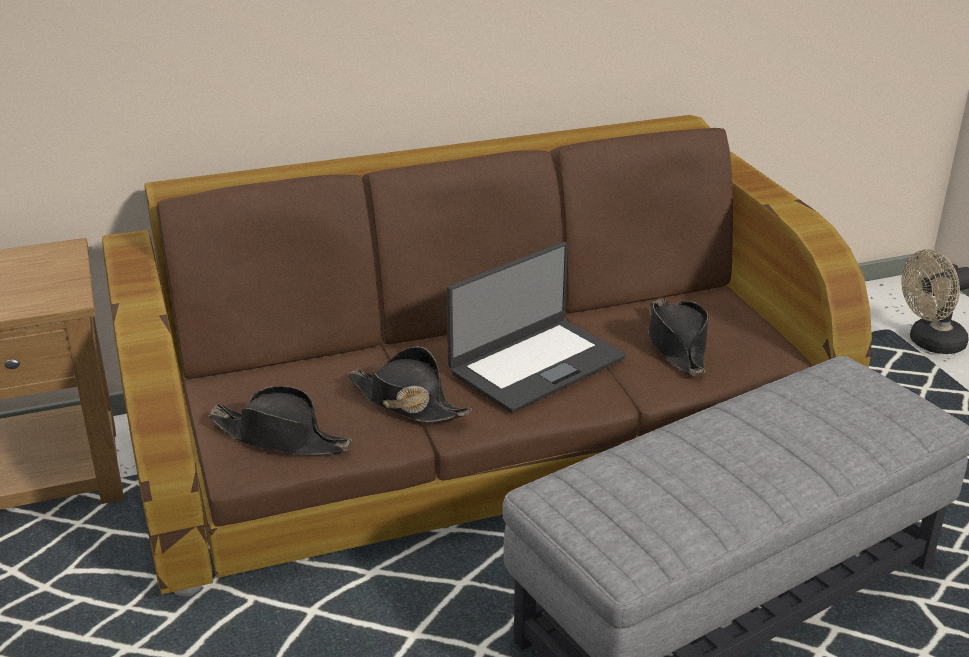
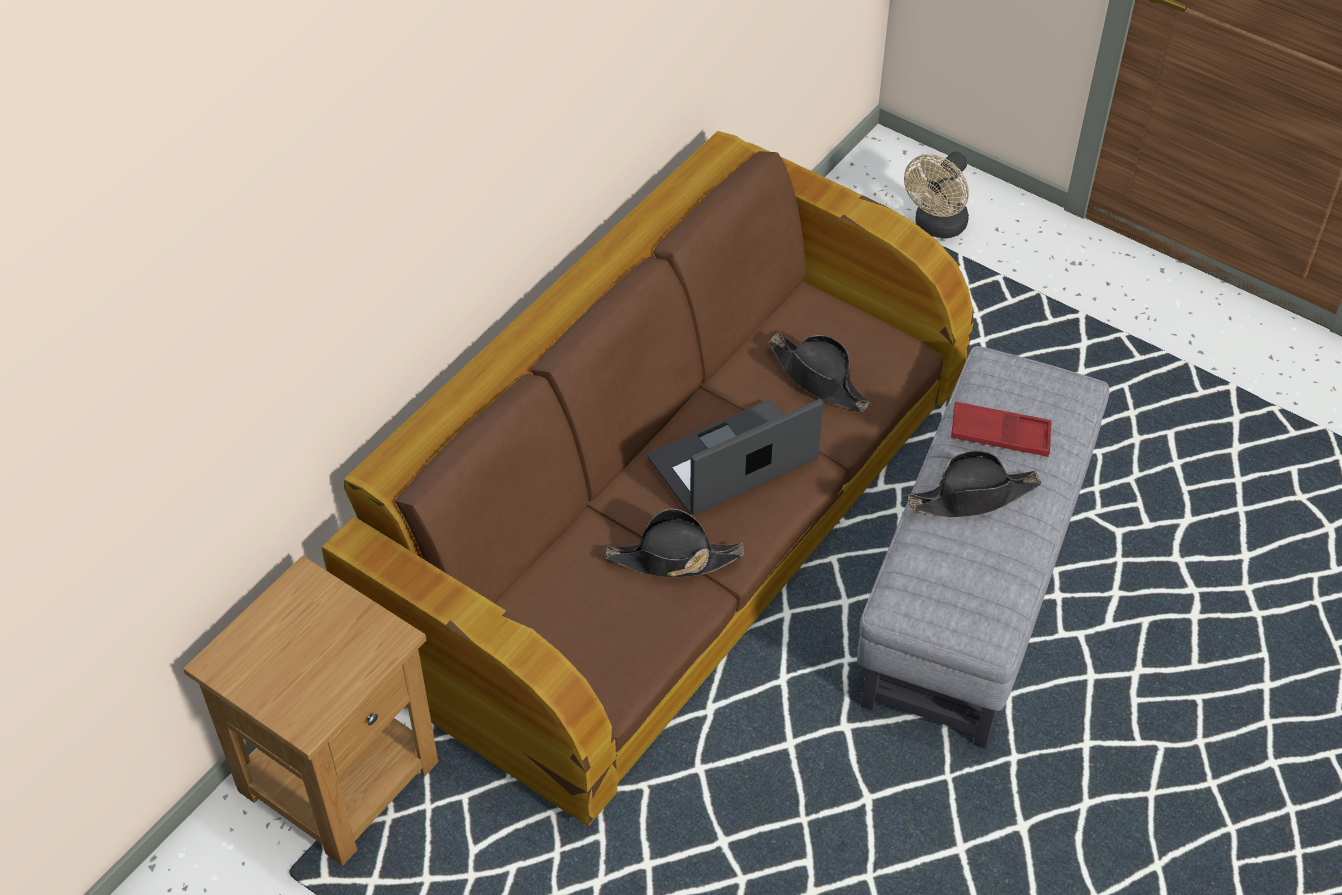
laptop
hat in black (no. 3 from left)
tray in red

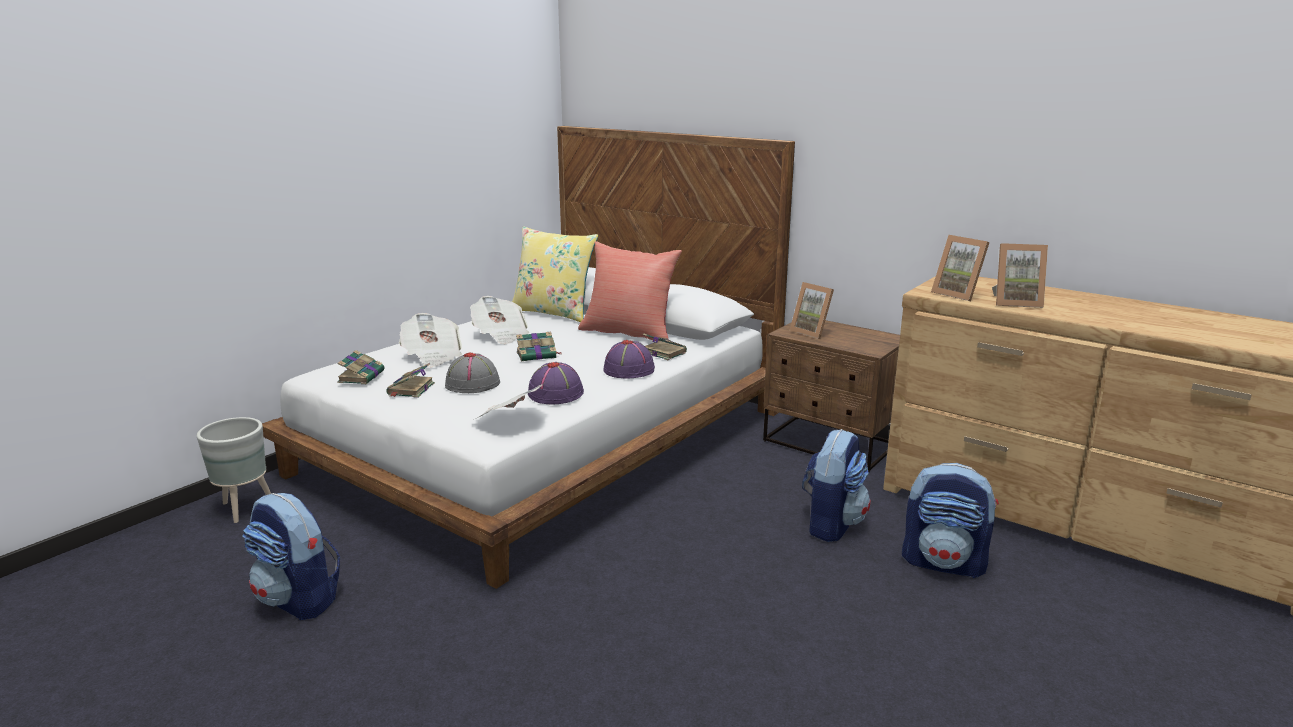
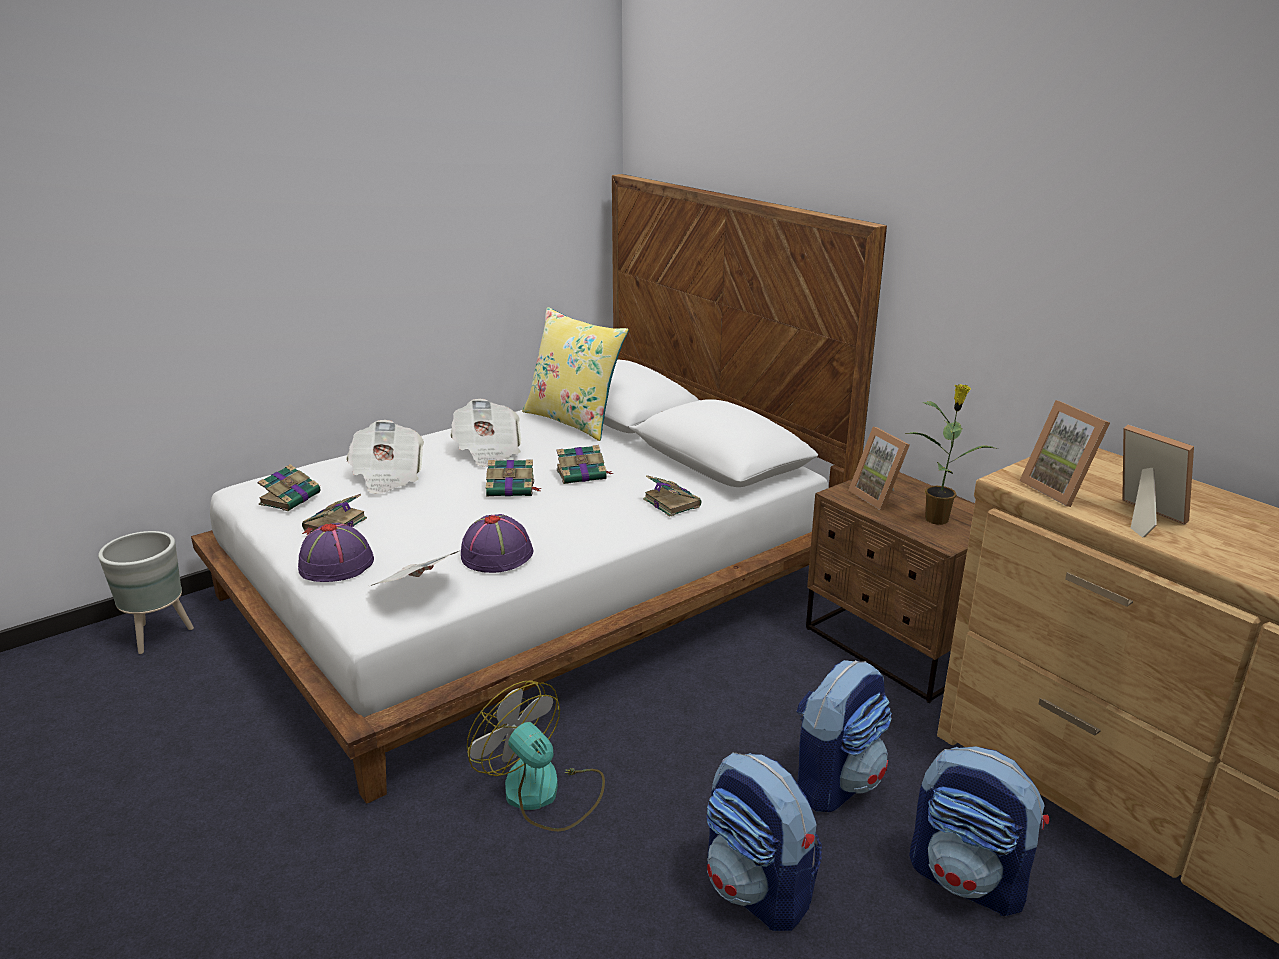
hat in purple (no. 1 from left)
fan
book (no. 4 from left)
backpack (no. 1 from left)
potted plant
picture frame (no. 3 from left)
hat in grey
pillow in red

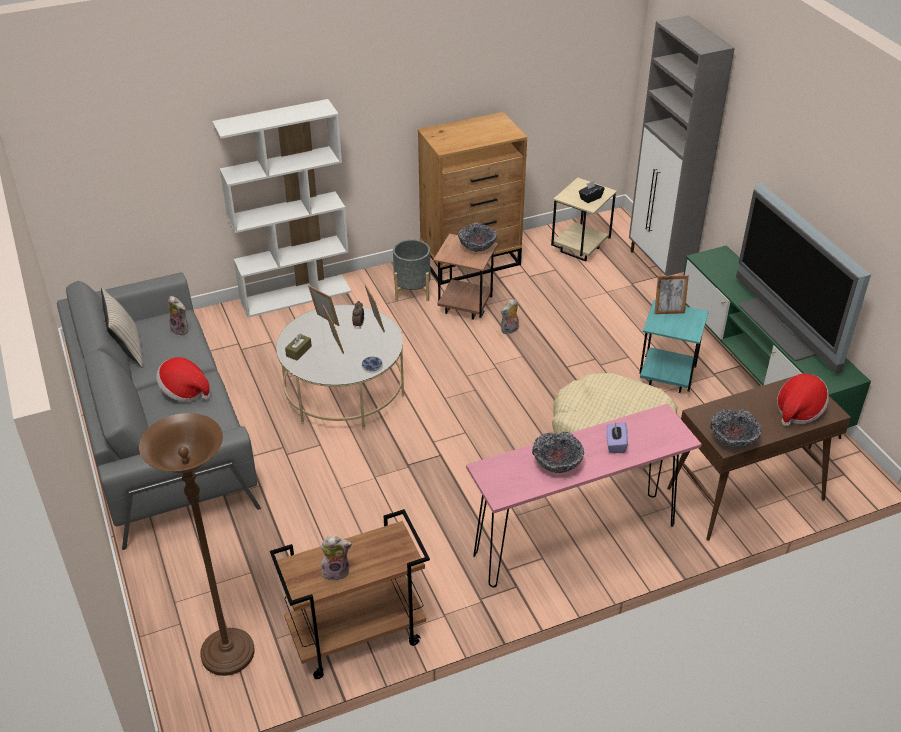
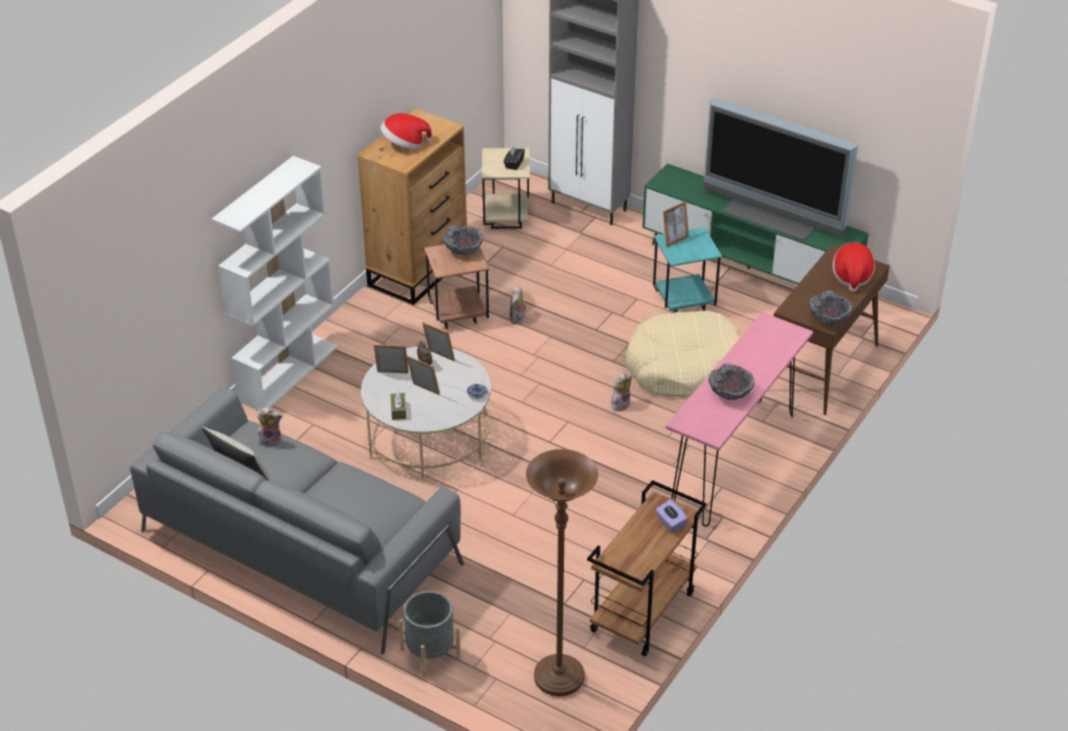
hat (no. 1 from left)
planter in grey
plush toy (no. 3 from left)
tissue box in purple

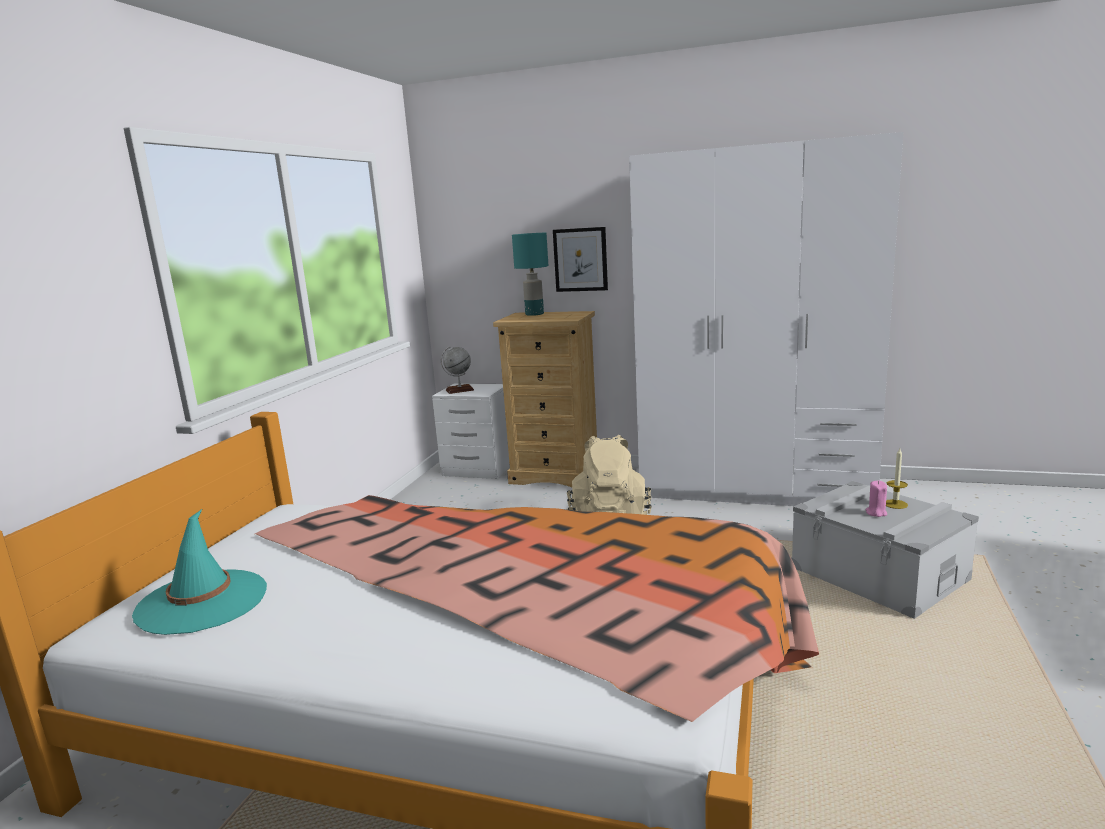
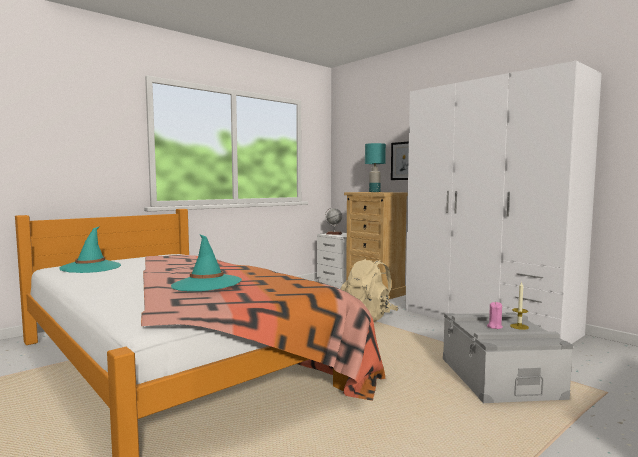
hat in turquoise (no. 2 from left)

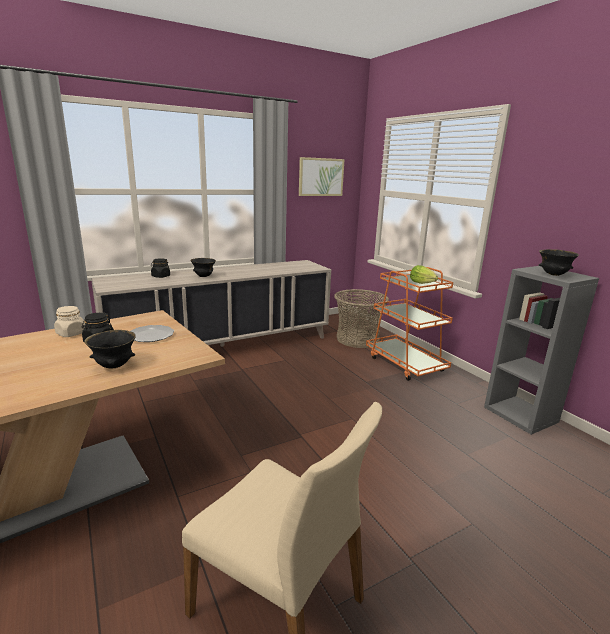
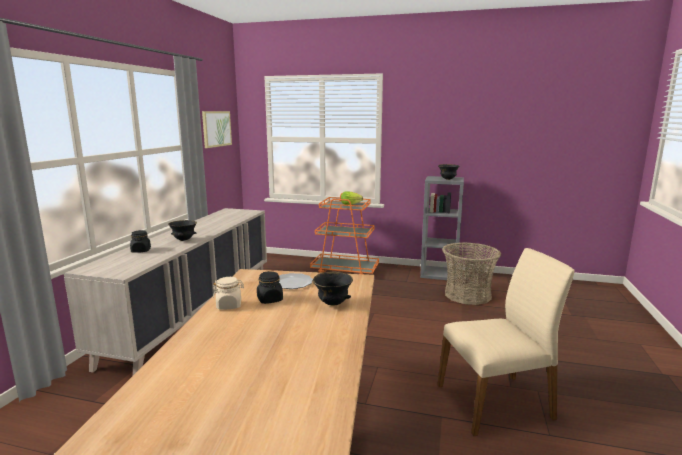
basket

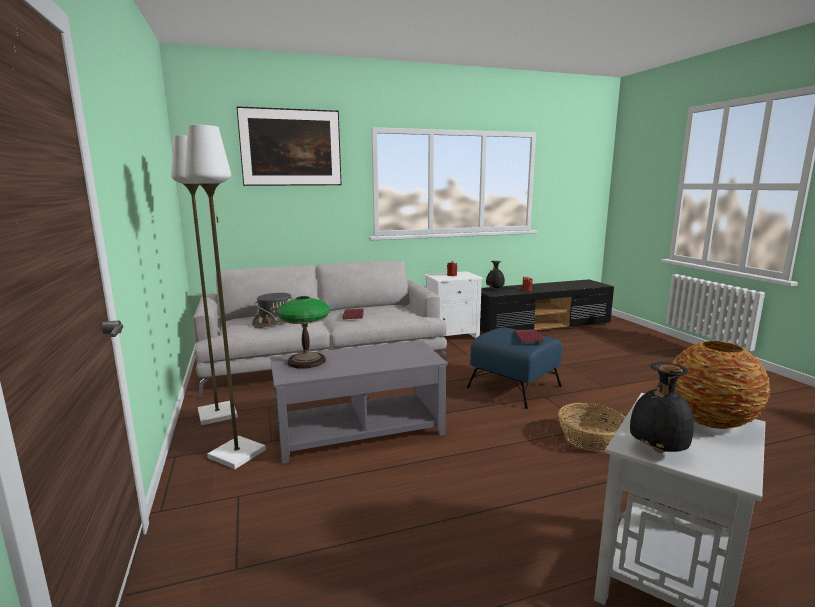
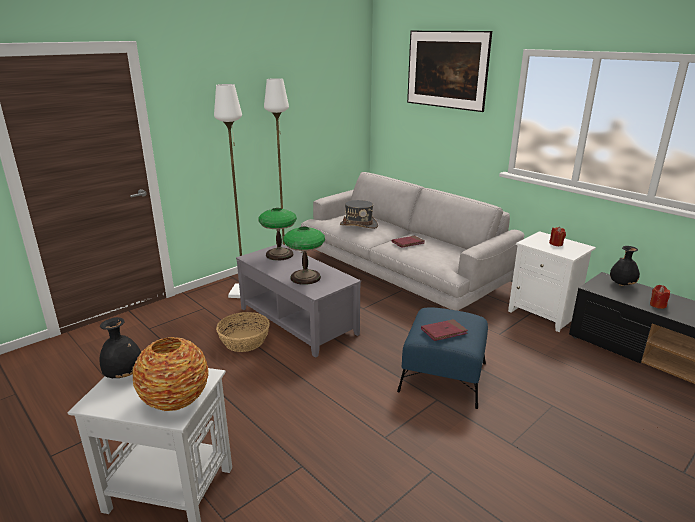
basket
table lamp (no. 2 from left)

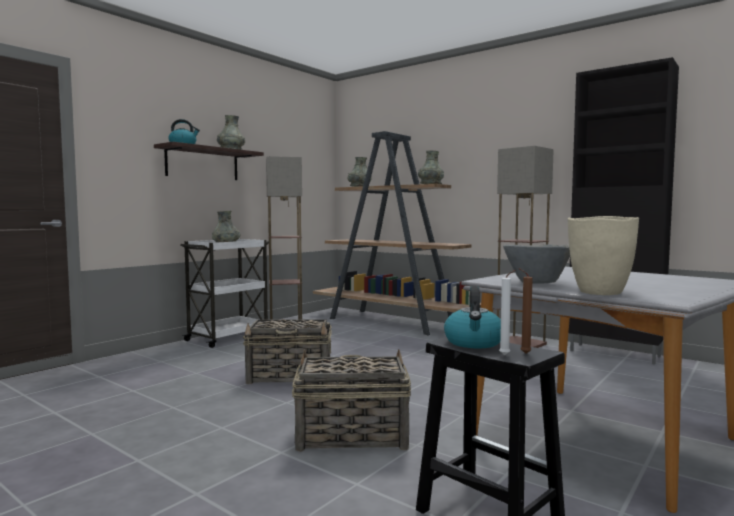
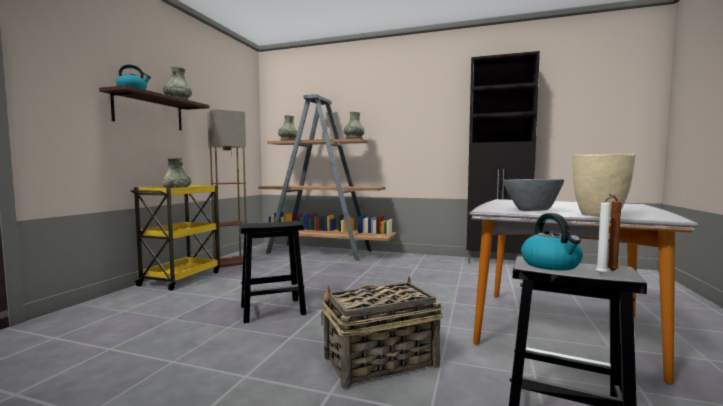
cart in yellow
stool in black (no. 1 from left)
floor lamp (no. 2 from left in the first image)

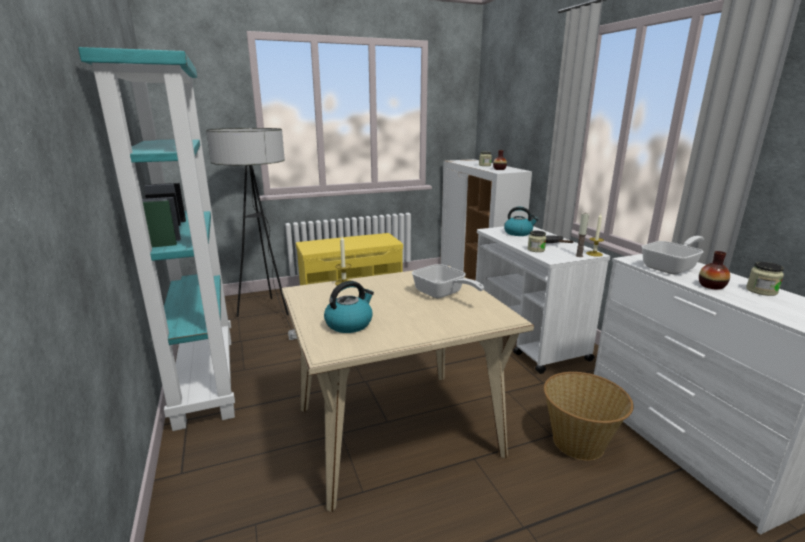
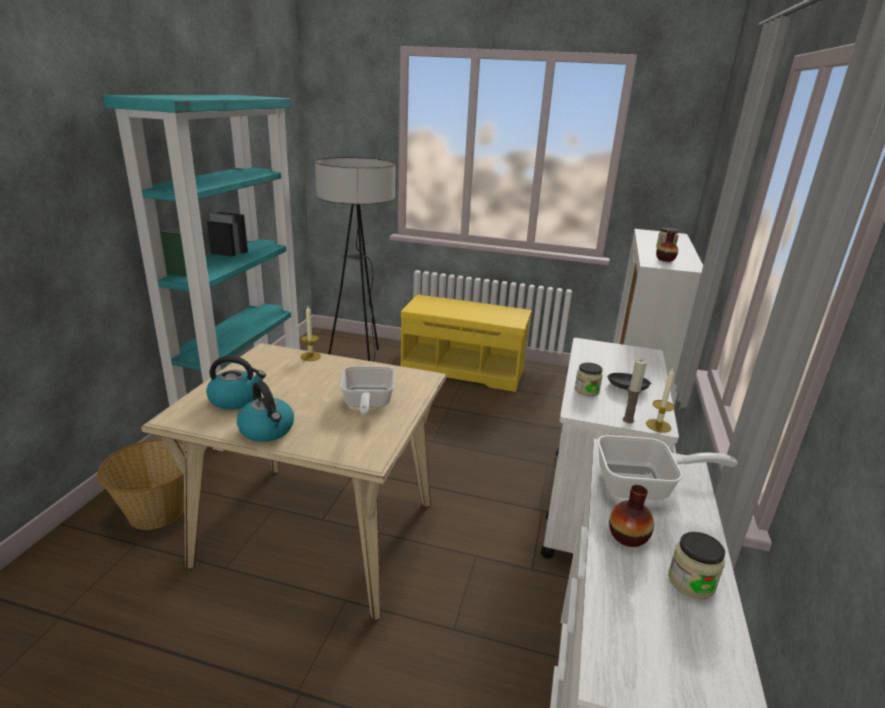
basket
kettle (no. 2 from left)

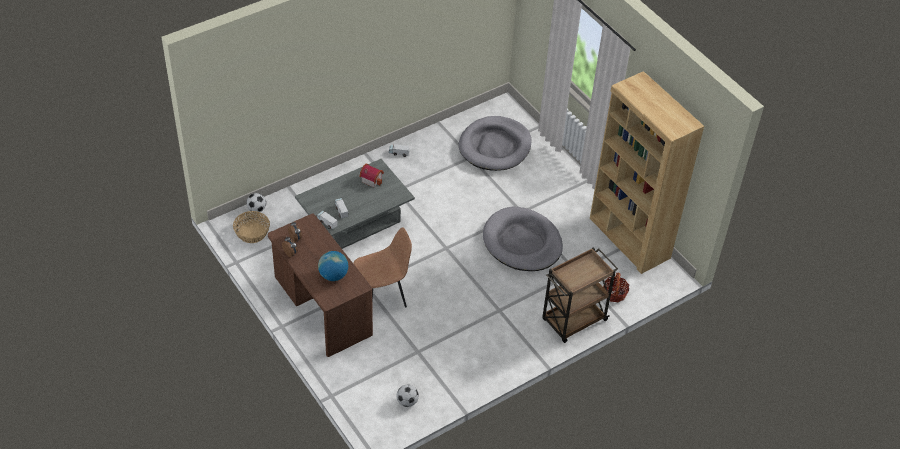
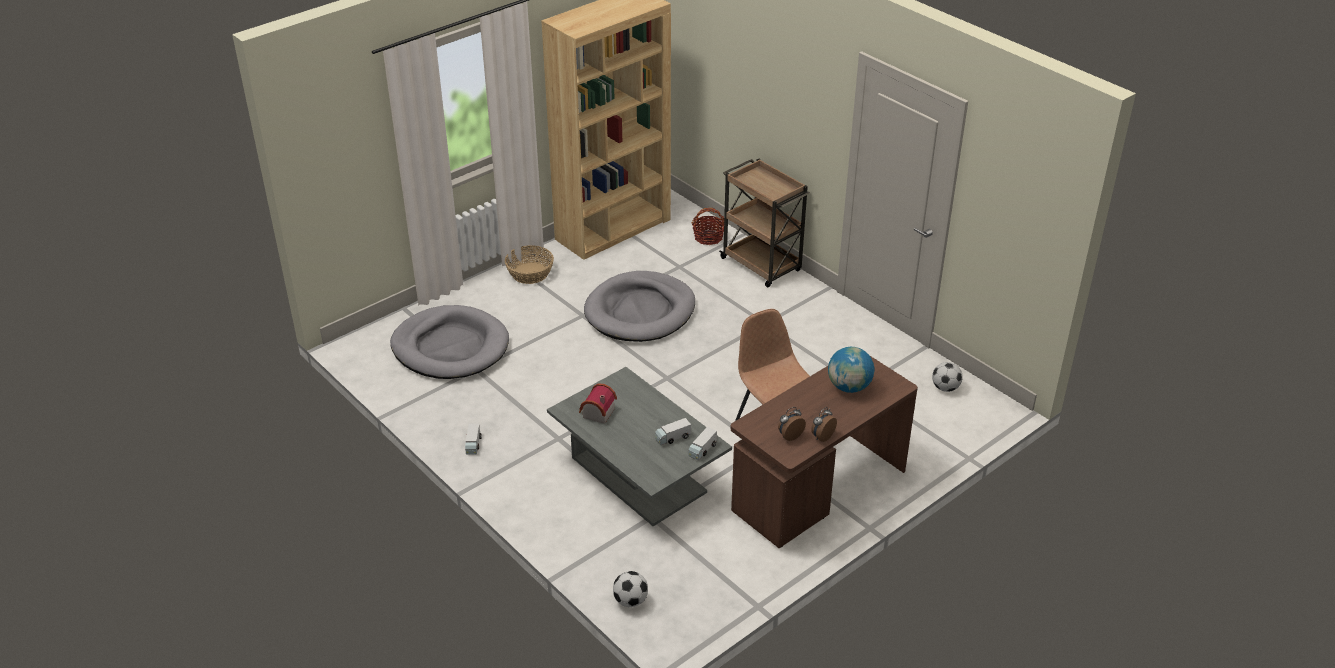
basket (no. 1 from left)

